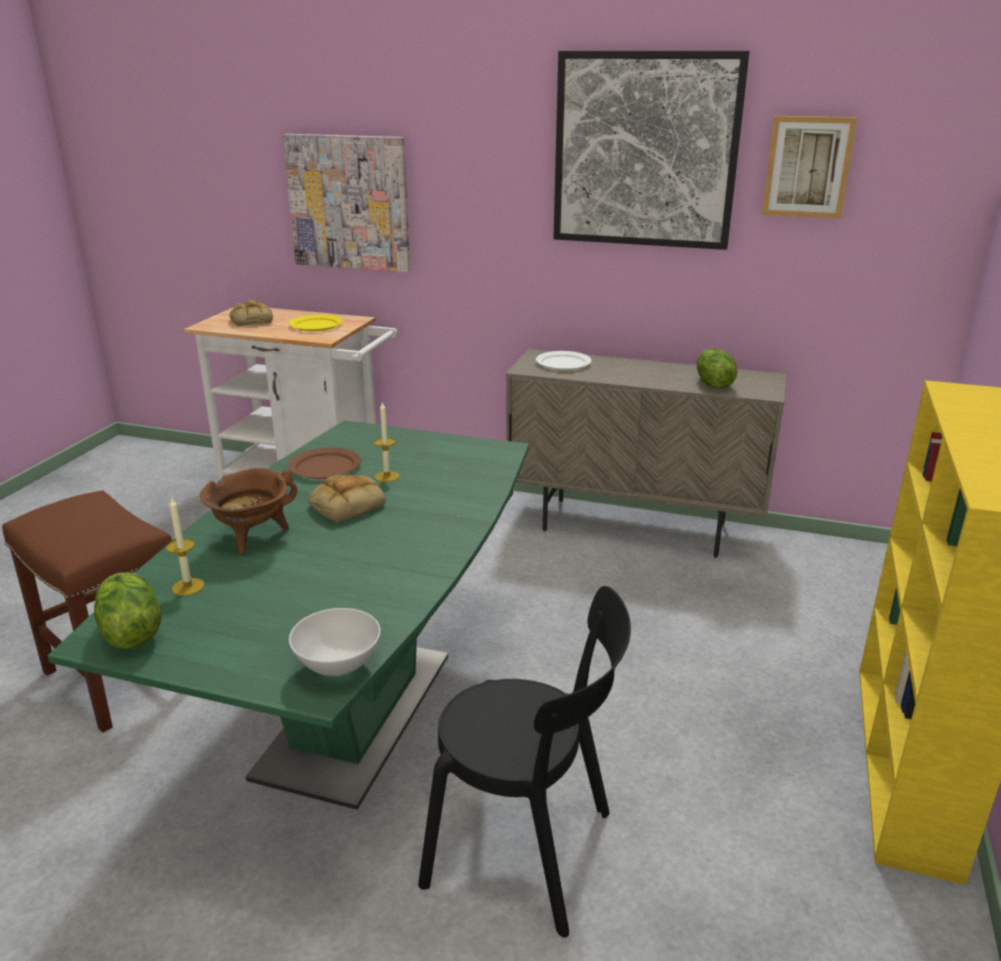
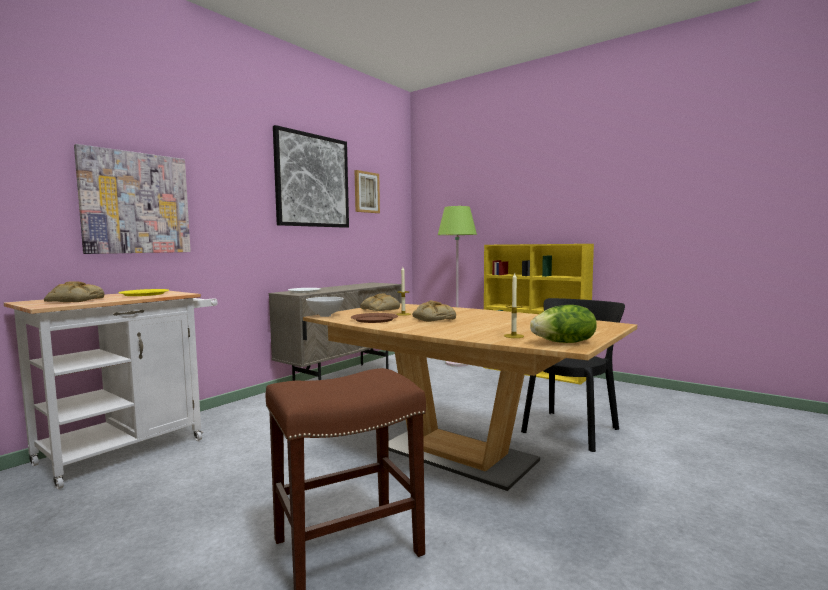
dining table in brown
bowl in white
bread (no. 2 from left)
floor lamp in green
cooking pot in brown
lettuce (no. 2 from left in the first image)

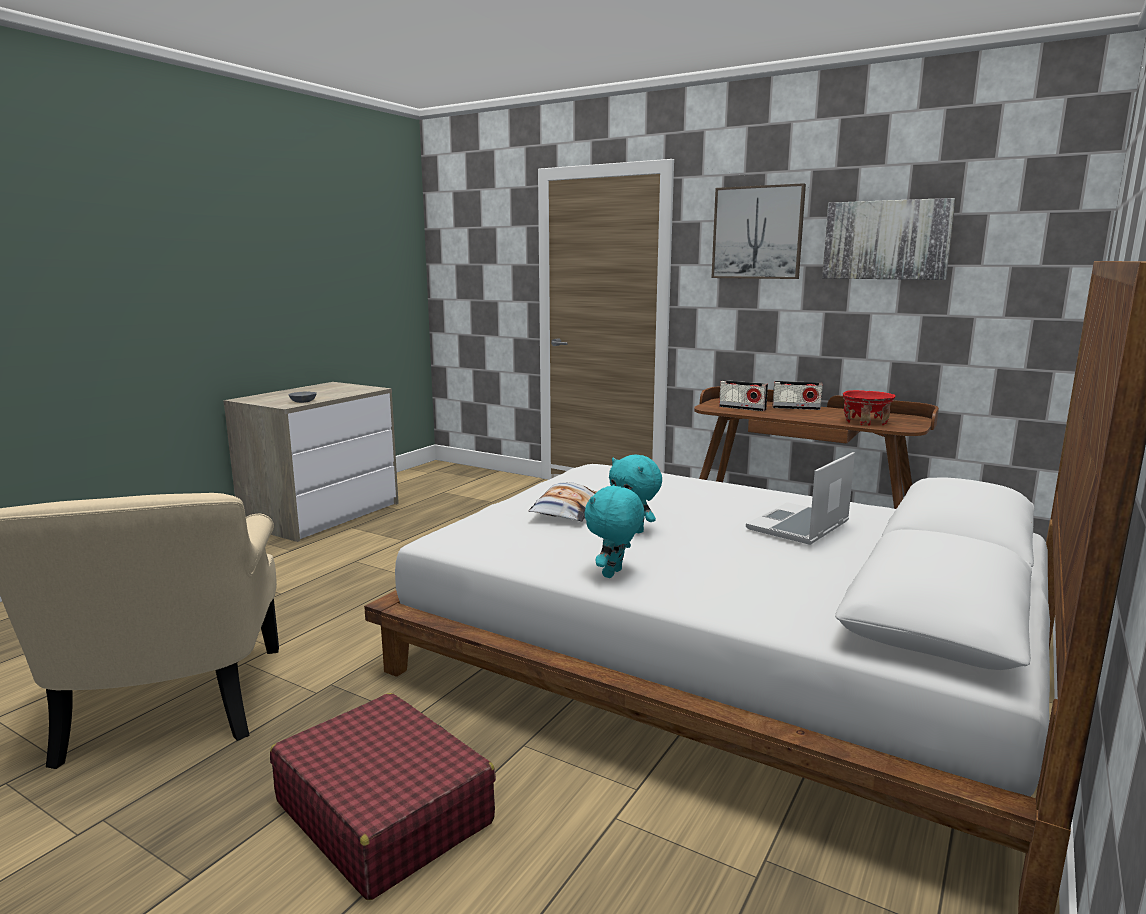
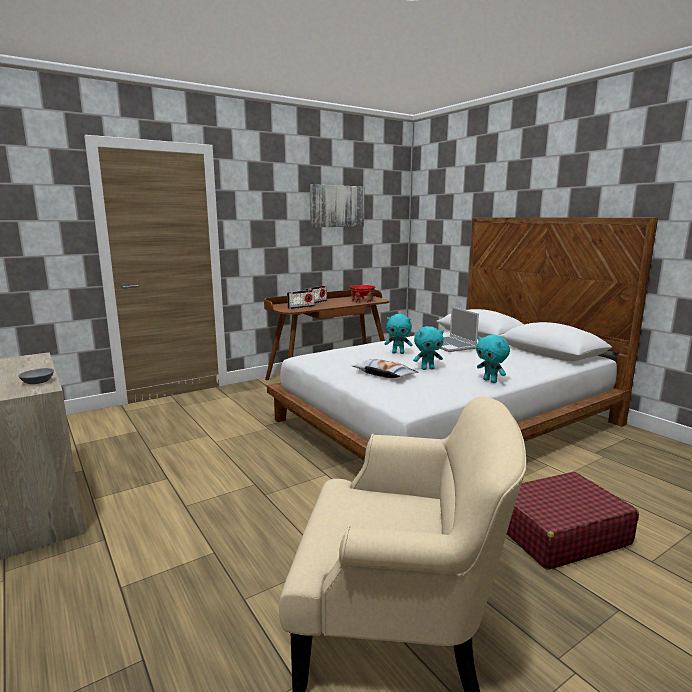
plush toy in turquoise (no. 1 from left)
picture (no. 1 from left in the first image)

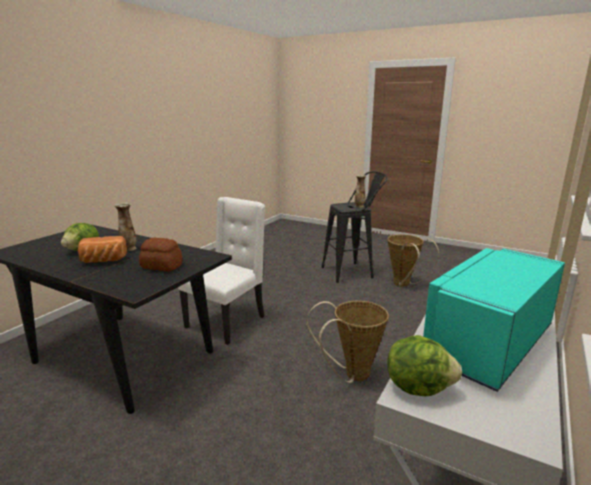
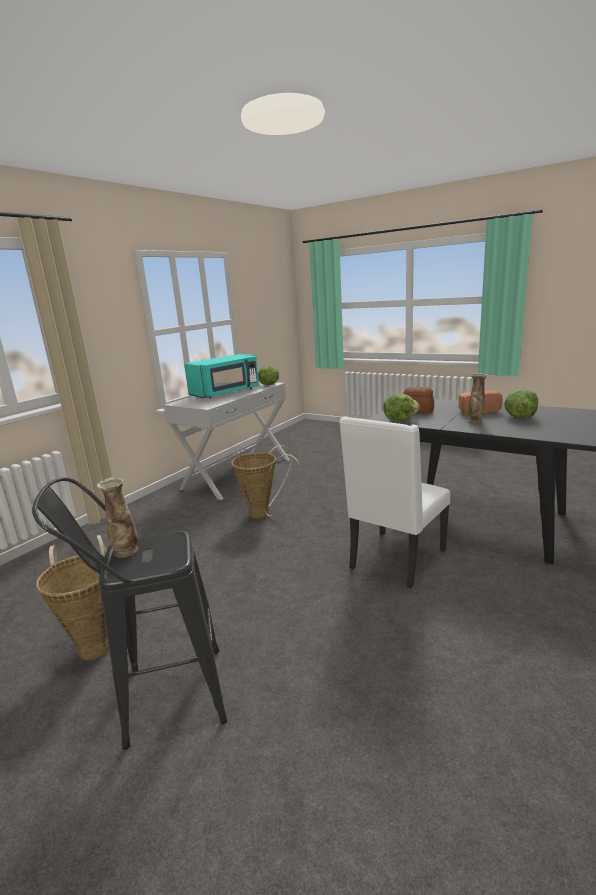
lettuce (no. 2 from left)

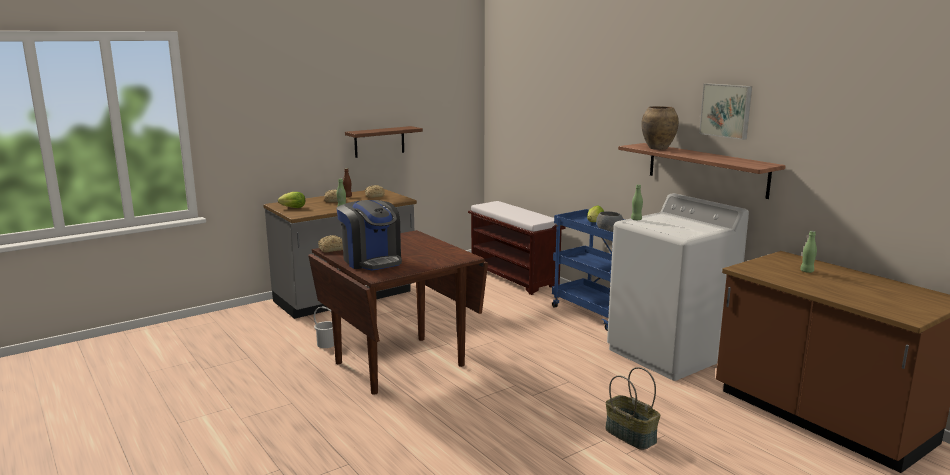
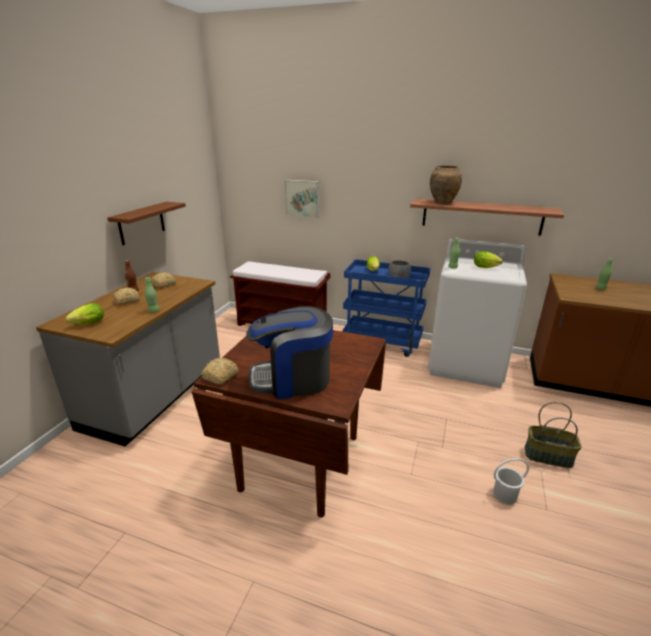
coffee machine
picture
lettuce (no. 3 from left)
bucket in white

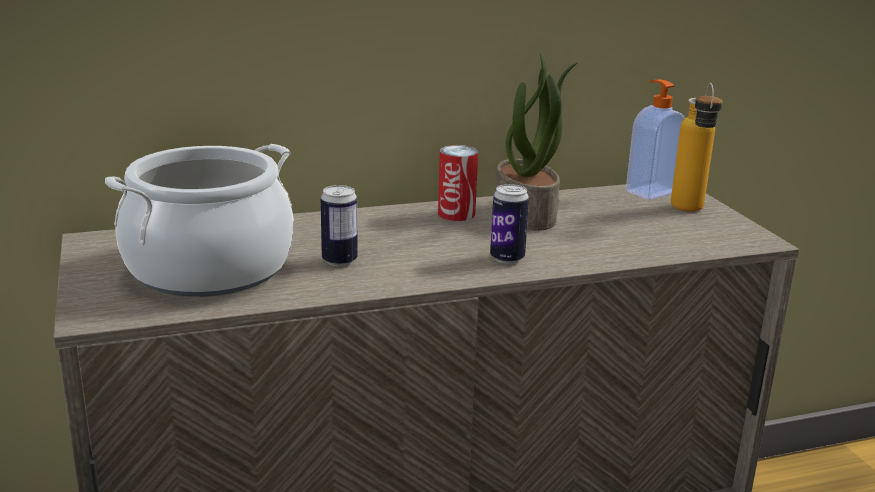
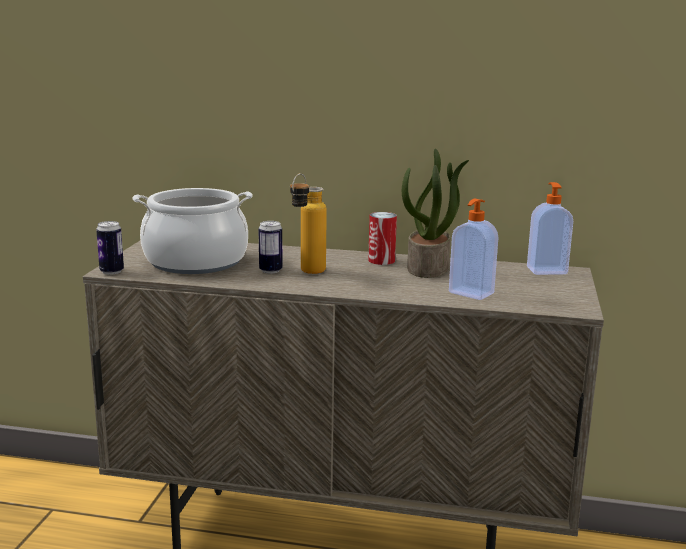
can (no. 1 from left)
bottle
soap dispenser (no. 1 from left)

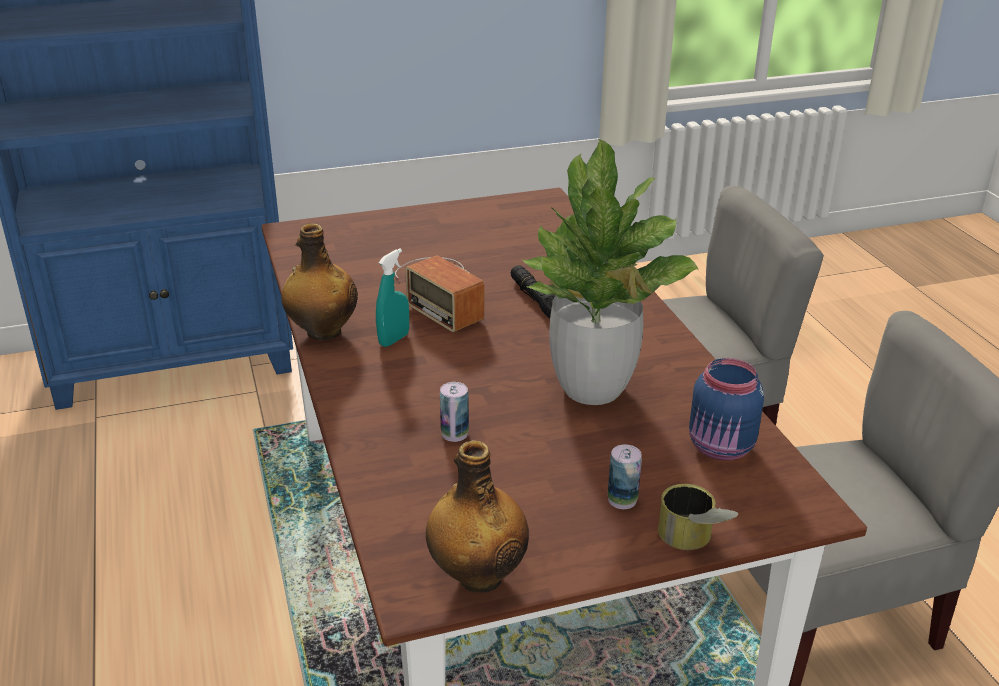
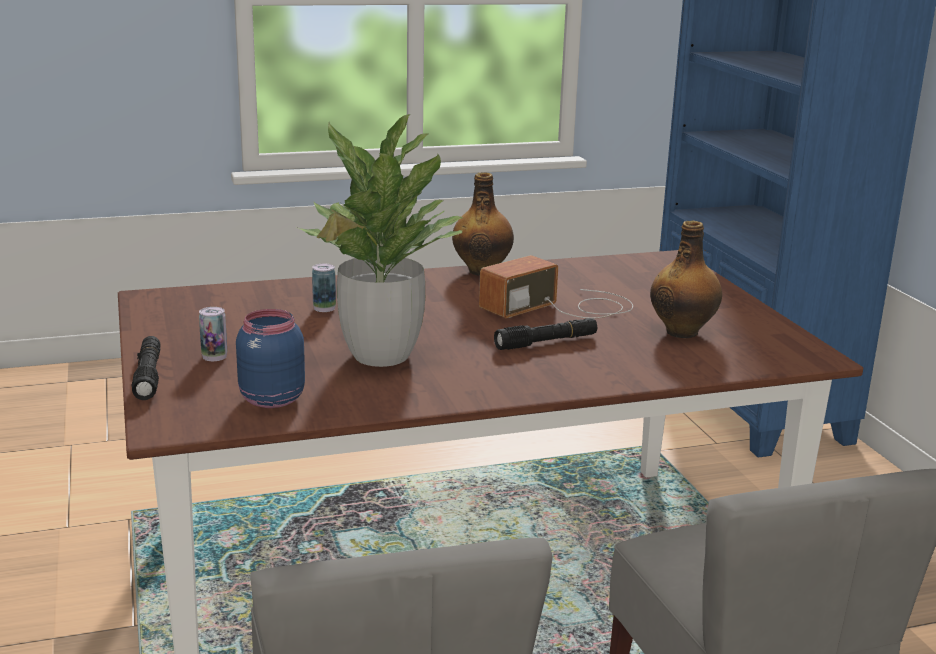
flashlight in black (no. 1 from left)
bottle (no. 2 from left)
spray bottle in turquoise

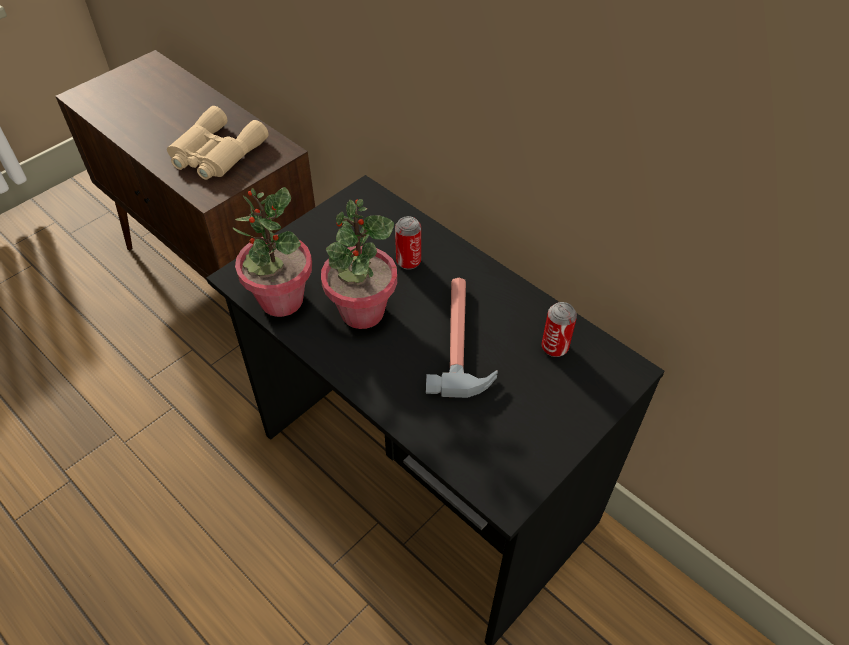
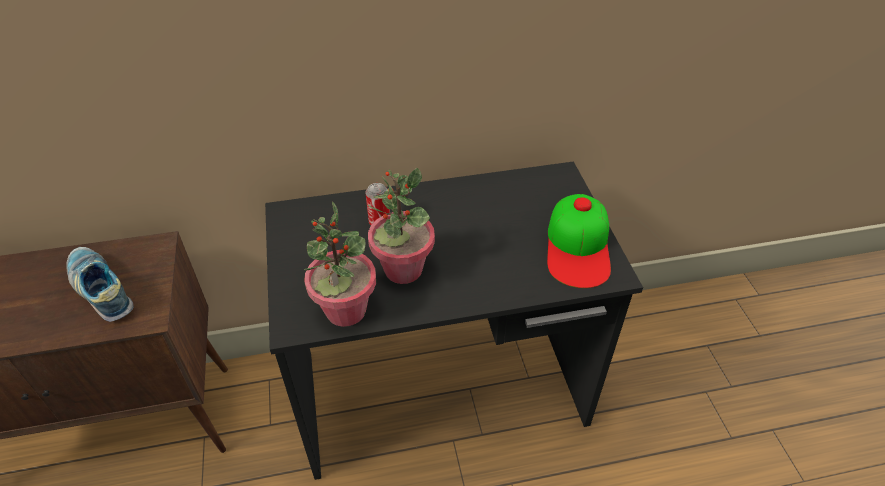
shoe
cap
hammer
can (no. 2 from left in the first image)

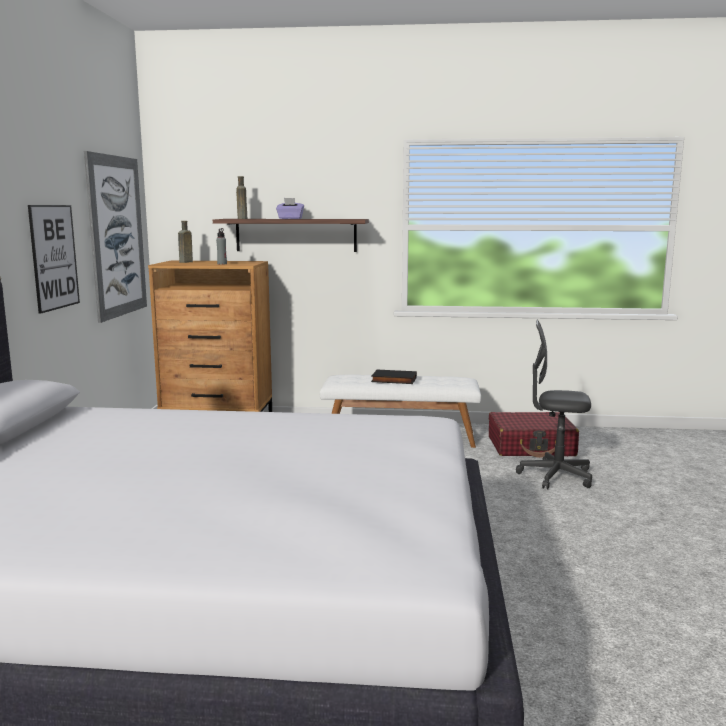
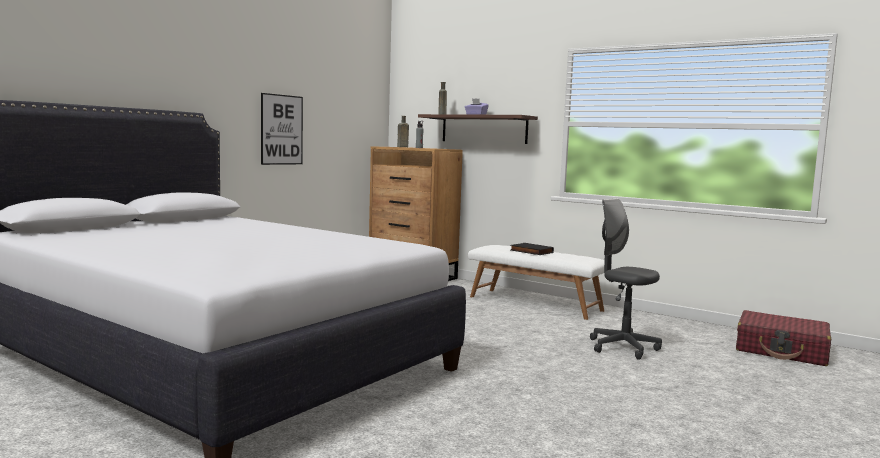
suitcase in red
picture (no. 2 from left in the first image)

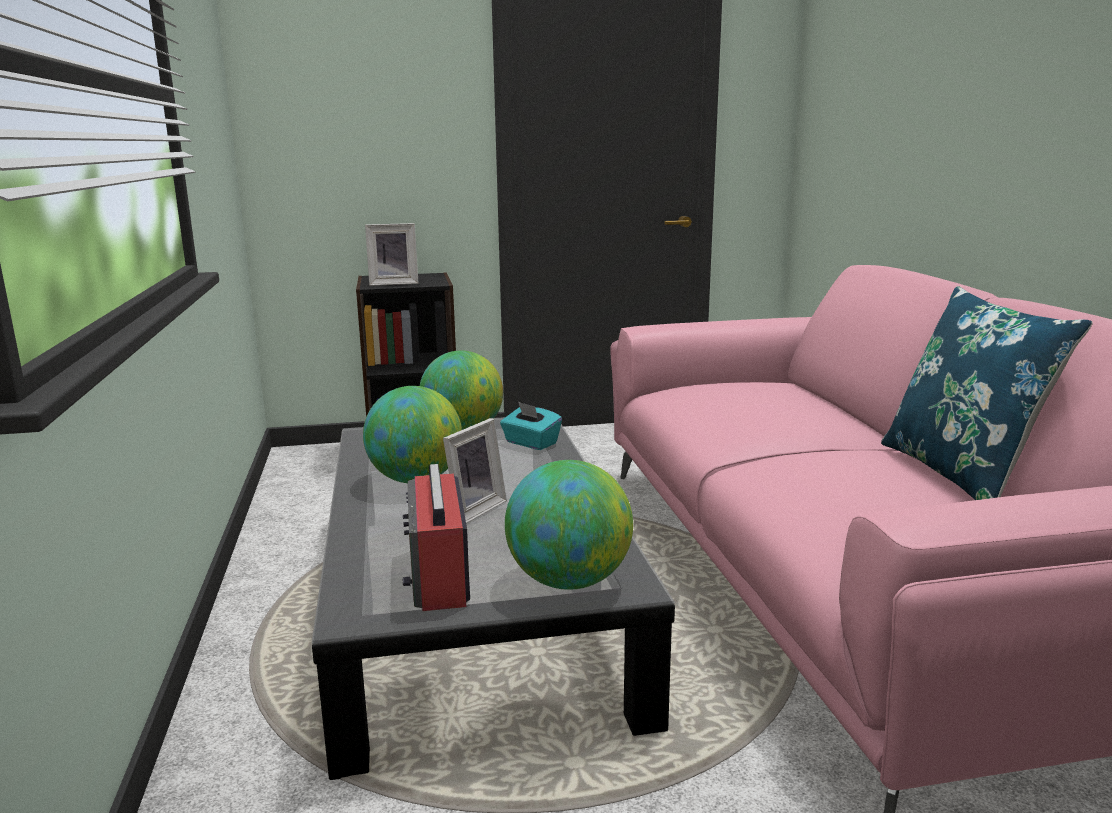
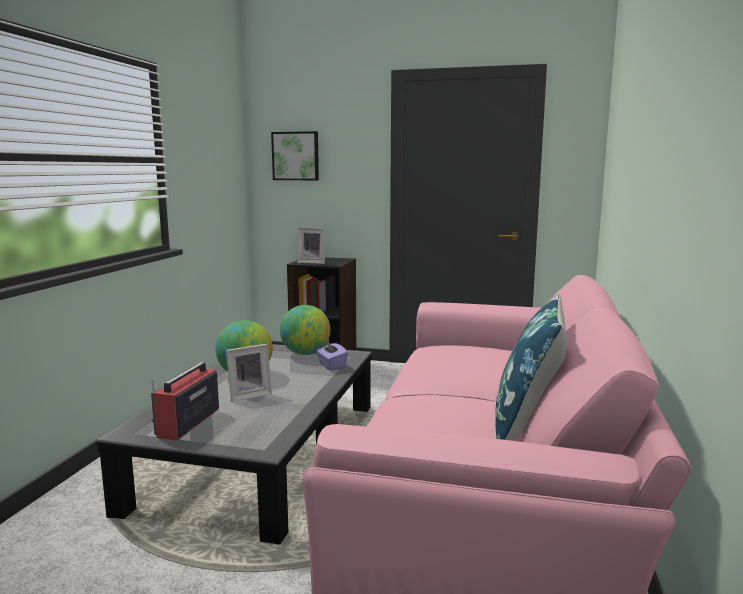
picture
tissue box in purple
globe (no. 3 from left in the first image)

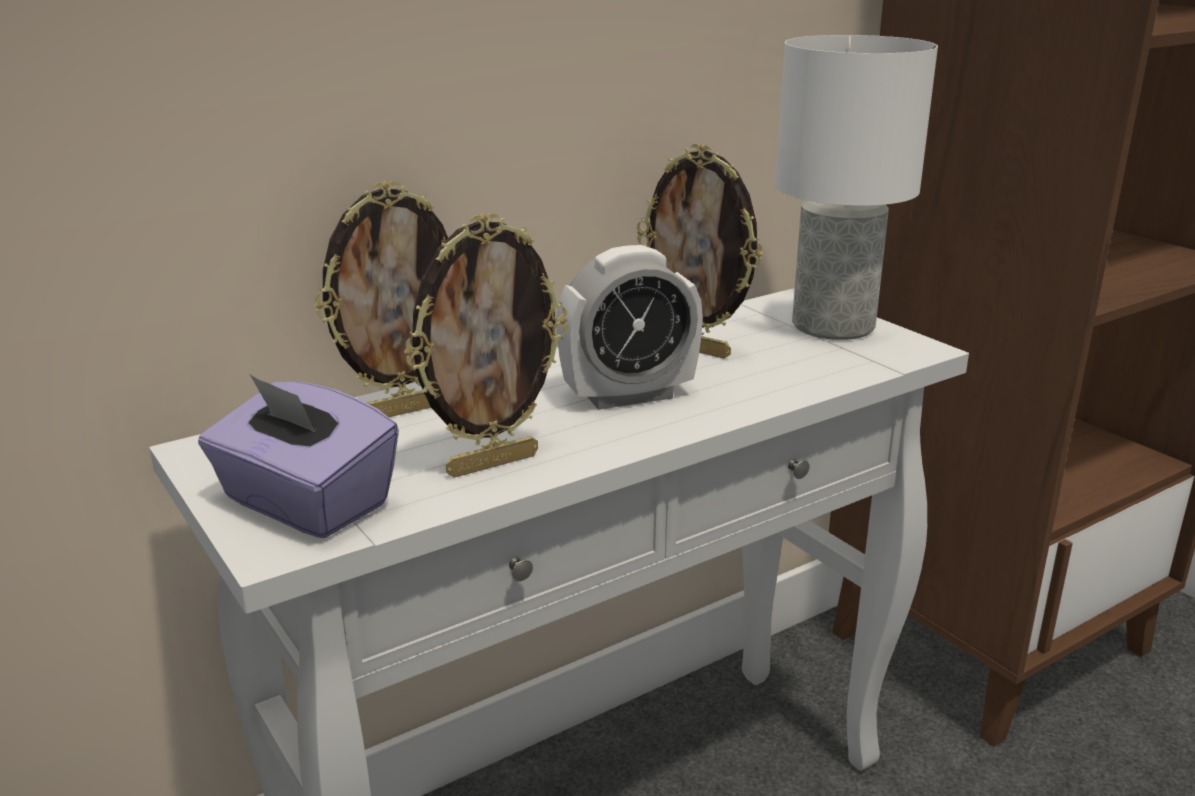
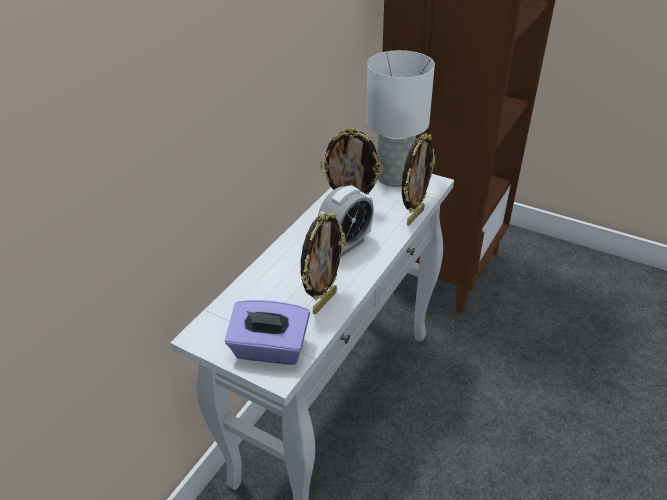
picture frame (no. 3 from left)

